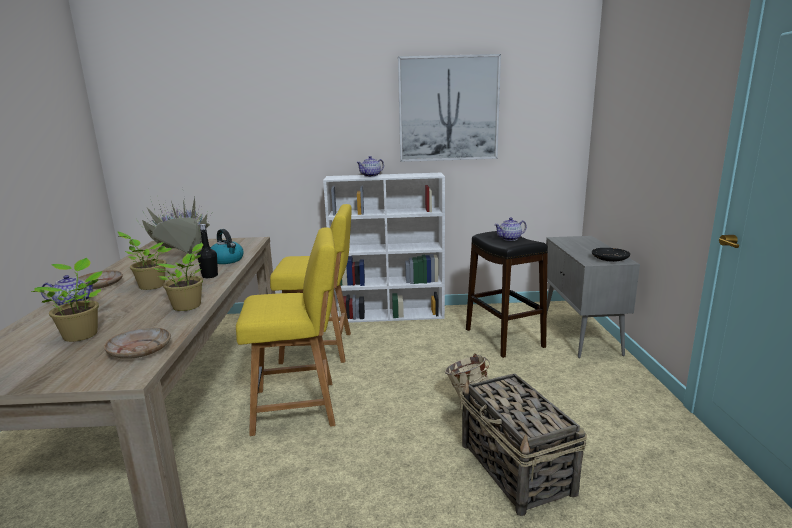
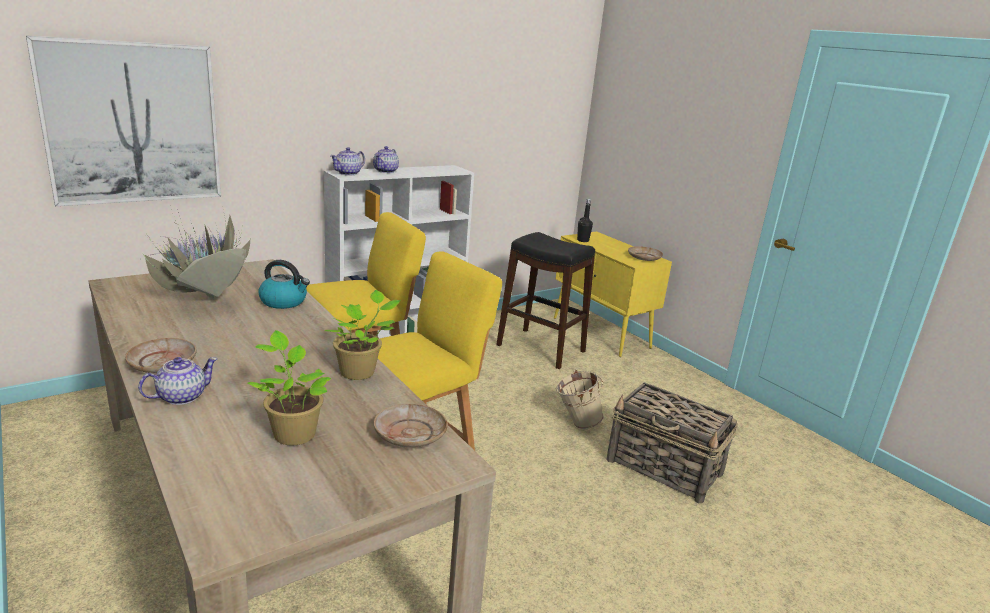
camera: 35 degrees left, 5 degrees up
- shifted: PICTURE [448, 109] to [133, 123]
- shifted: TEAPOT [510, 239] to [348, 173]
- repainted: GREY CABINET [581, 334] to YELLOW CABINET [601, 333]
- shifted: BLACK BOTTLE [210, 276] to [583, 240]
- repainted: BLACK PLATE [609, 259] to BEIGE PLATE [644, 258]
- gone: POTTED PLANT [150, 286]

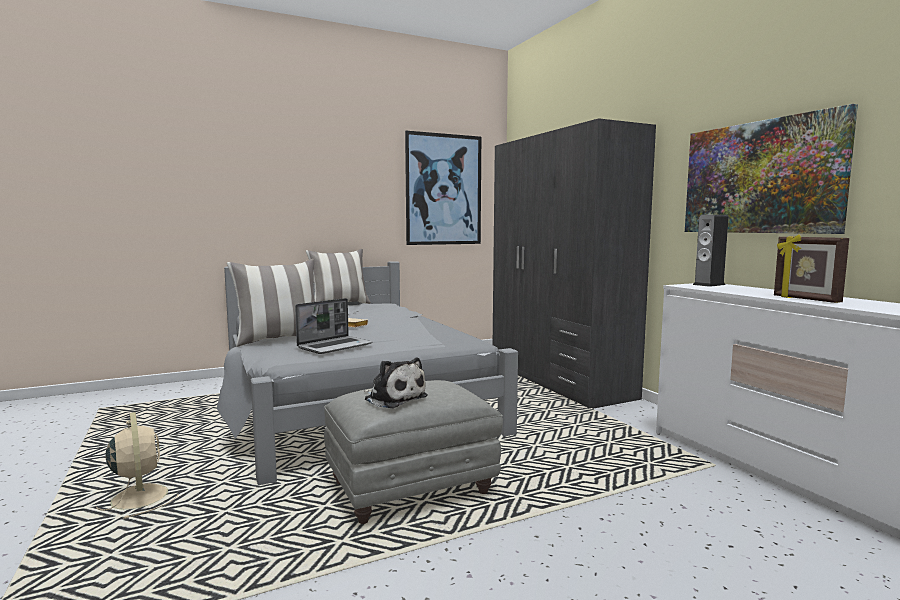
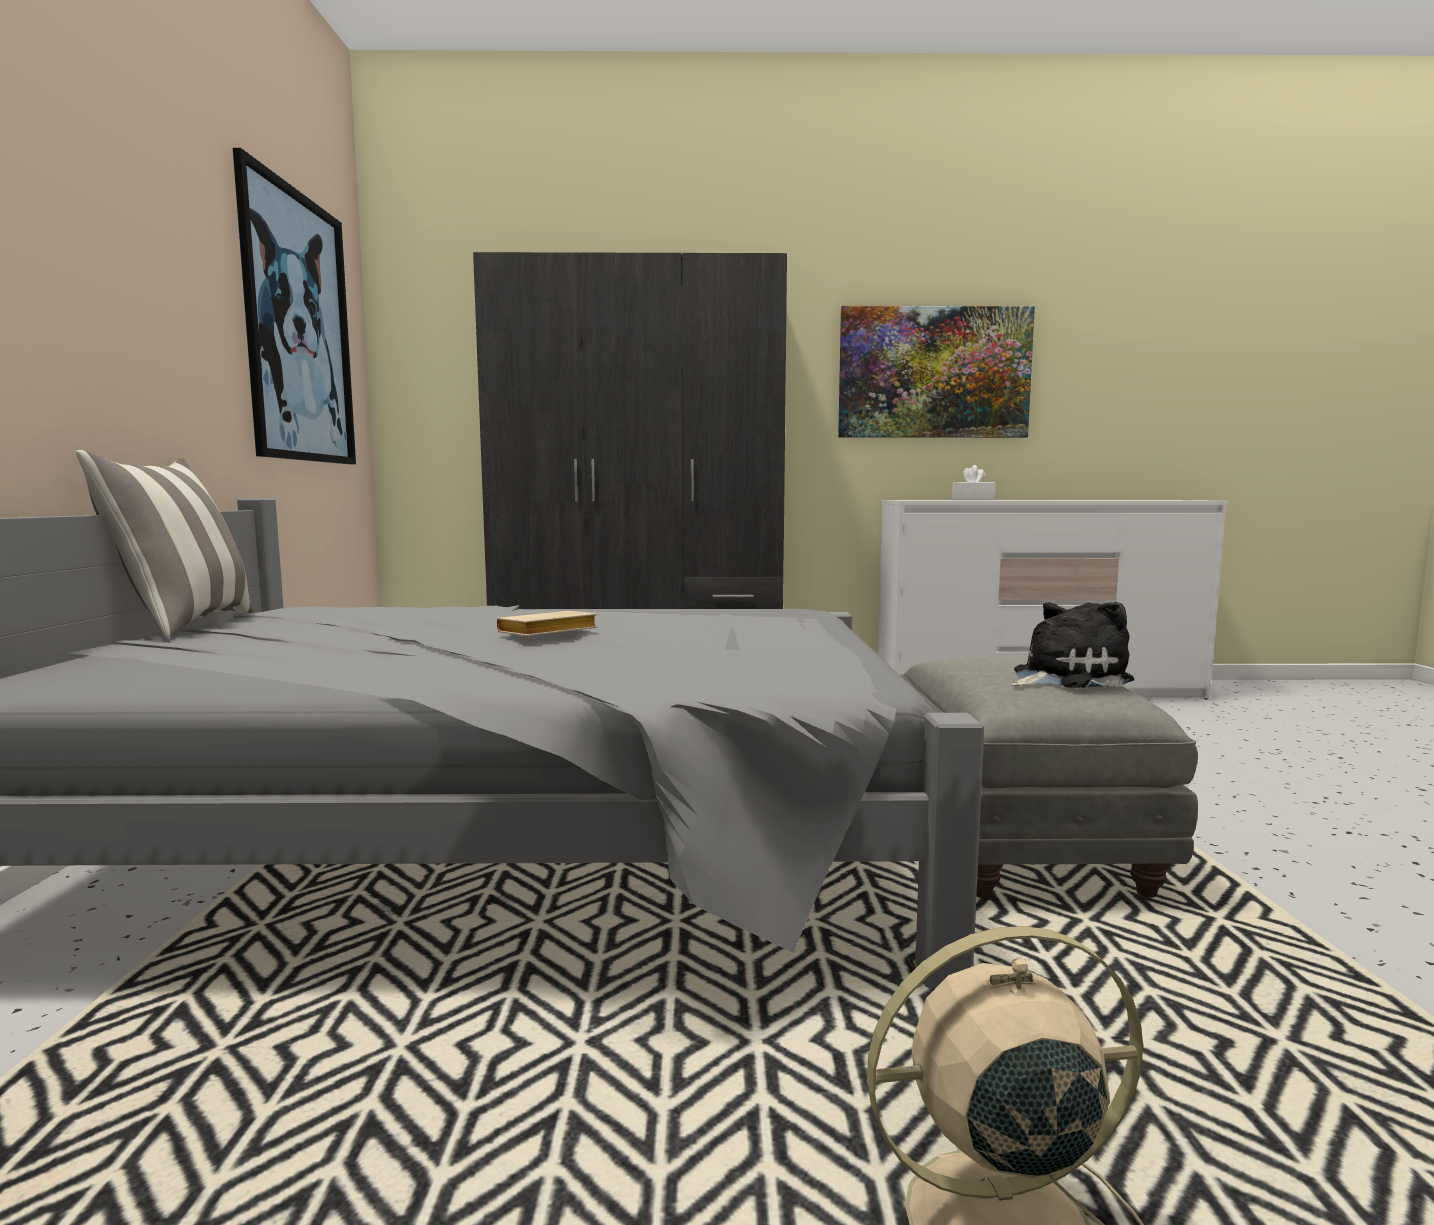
camera: 65 degrees left, 0 degrees up
- new: WHITE TISSUE BOX [972, 500]
- gone: PILLOW [279, 340]
- gone: LAPTOP [335, 346]
- gone: SPEAKER [709, 284]
- gone: PICTURE FRAME [805, 299]

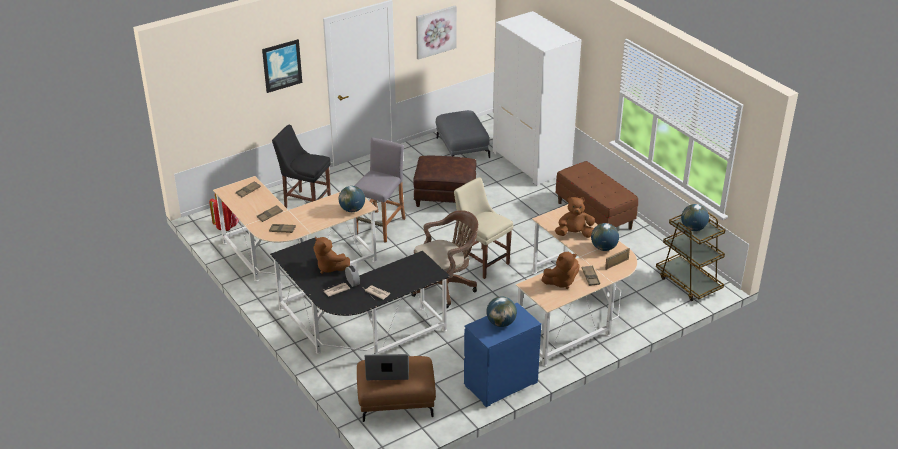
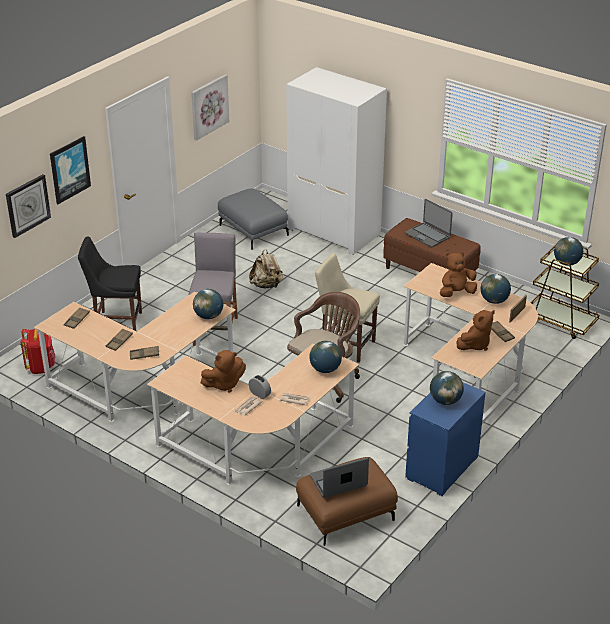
camera: 20 degrees left, 0 degrees up
- new: WALL CLOCK [27, 205]
- repainted: BLACK DESK [357, 332] to BEIGE DESK [258, 450]
- rotated: BROWN PLUSH TOY [329, 268] = [224, 384] 45 degrees counterclockwise
- swapped: BROWN OTTOMAN [445, 196] to BEIGE BACKPACK [266, 285]
- new: GLOBE [325, 369]
- new: LAPTOP [427, 235]

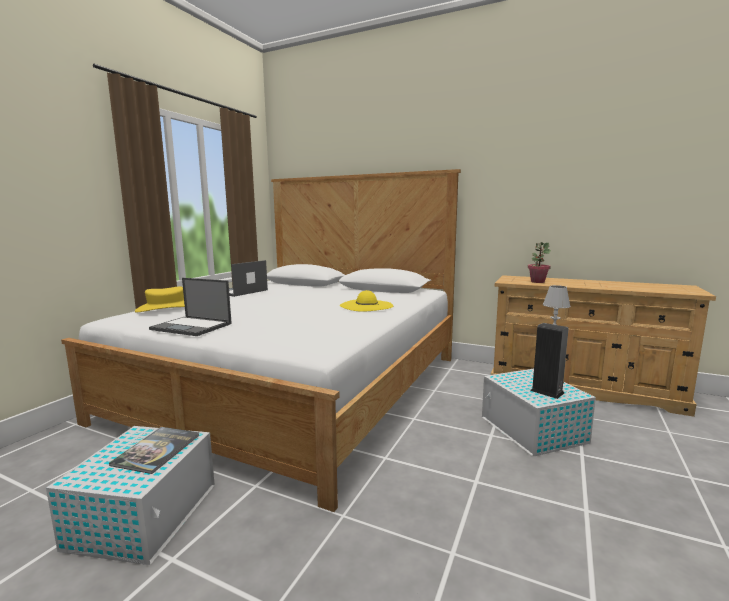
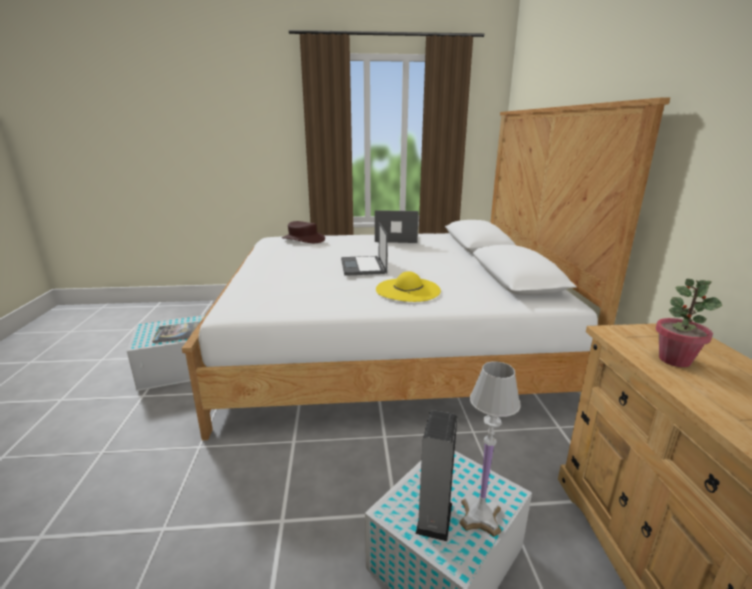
camera: 60 degrees right, 10 degrees up
- repainted: YELLOW HAT [166, 308] to BROWN HAT [303, 239]
- shifted: LAPTOP [192, 326] to [363, 266]

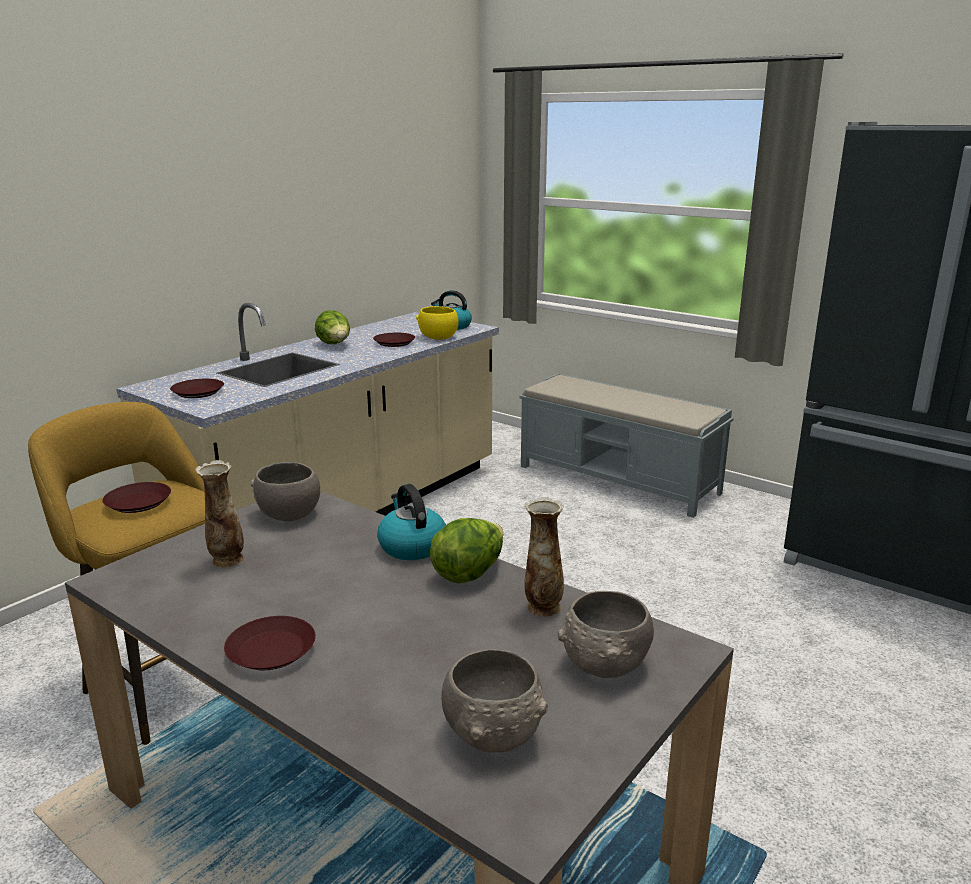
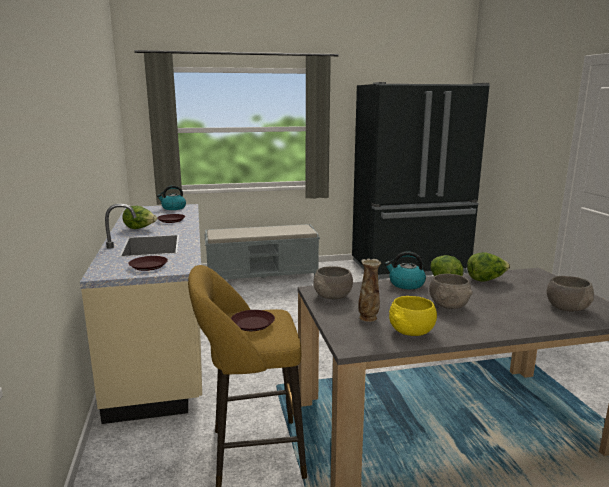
camera: 50 degrees left, 5 degrees down
- shifted: YELLOW BOWL [437, 337] to [411, 331]
- shifted: GREY BOWL [605, 663] to [449, 305]
- swapped: VASE [542, 607] to LETTUCE [486, 280]
- gone: BROWN PLATE [270, 651]

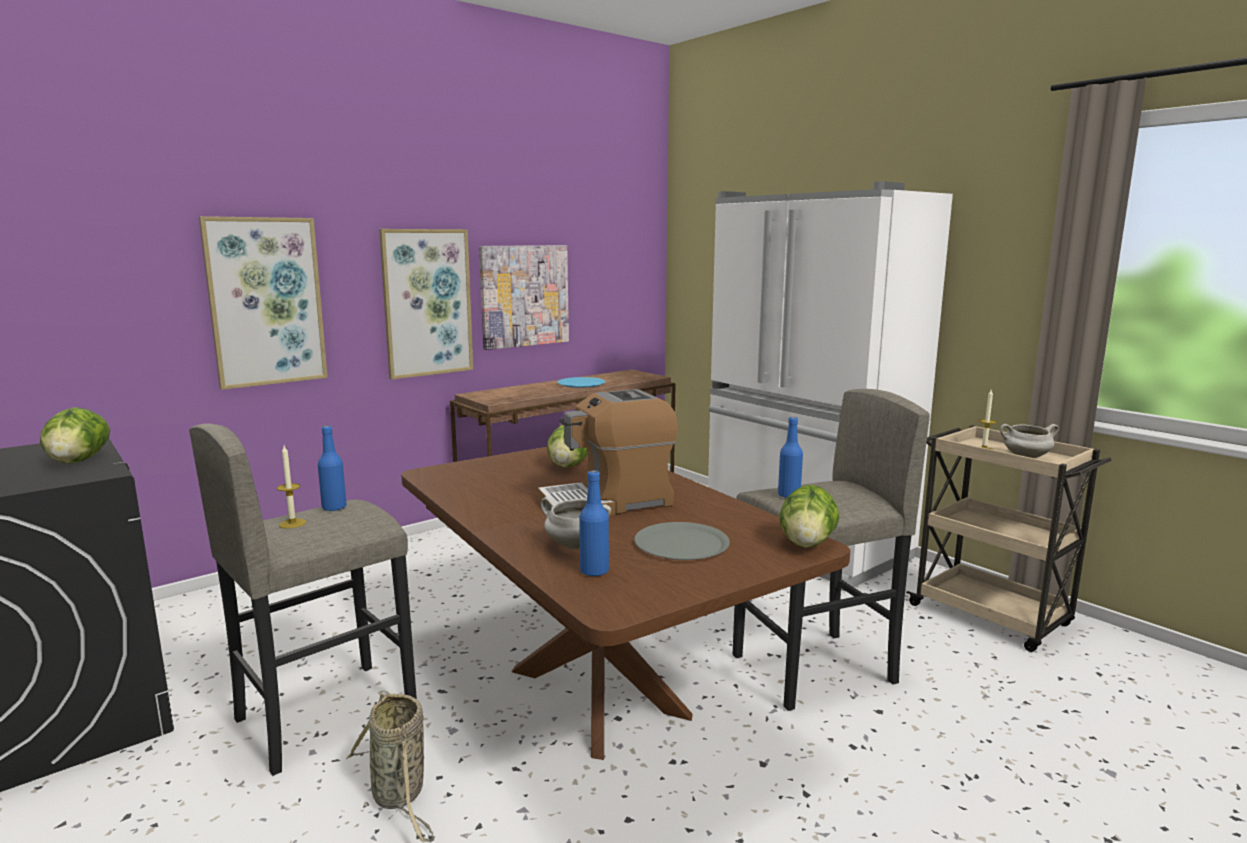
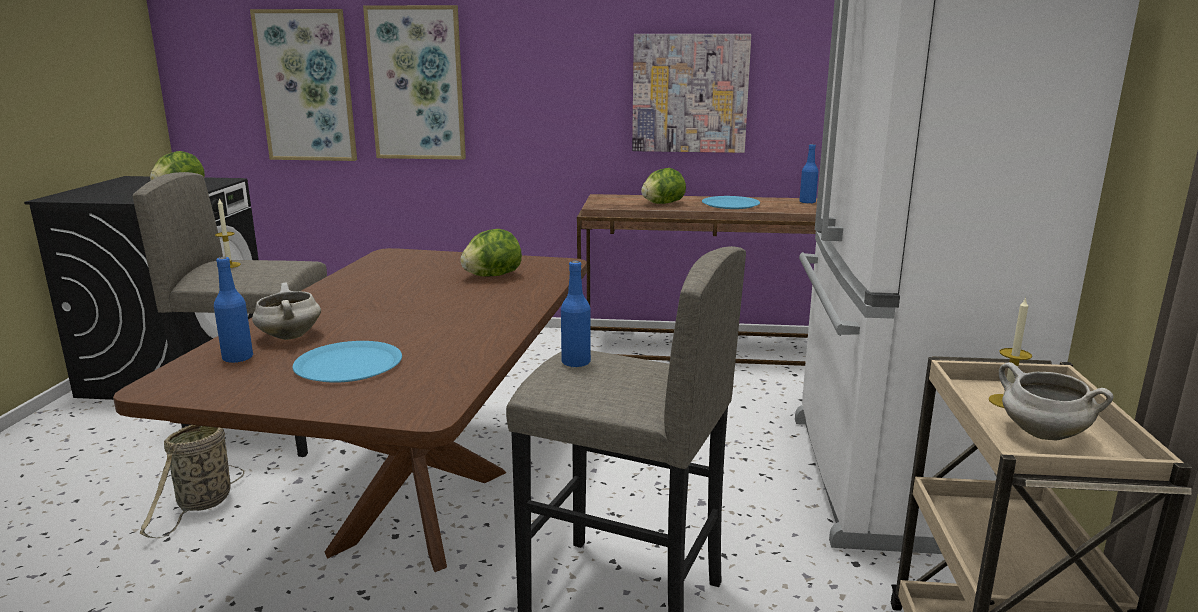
camera: 45 degrees right, 5 degrees up
- shifted: PICTURE [427, 303] to [306, 86]
- repainted: GREY PLATE [682, 543] to BLUE PLATE [348, 364]
- shifted: LETTUCE [807, 544] to [662, 203]
- shifted: BLUE BOTTLE [334, 508] to [807, 202]
- gone: COFFEE MACHINE [608, 502]

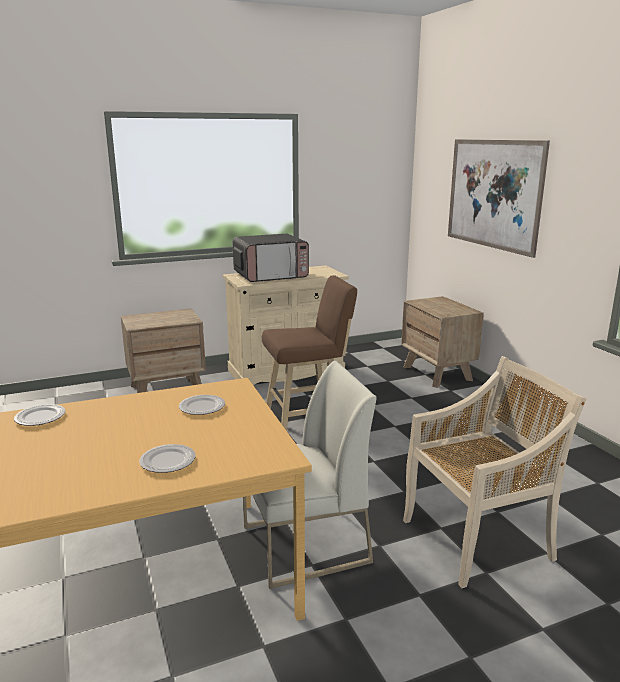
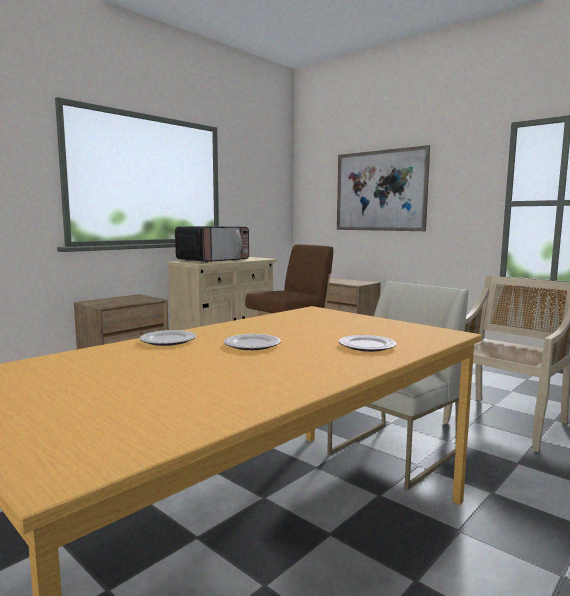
camera: 25 degrees left, 10 degrees down
- shifted: PLATE [202, 407] to [252, 345]

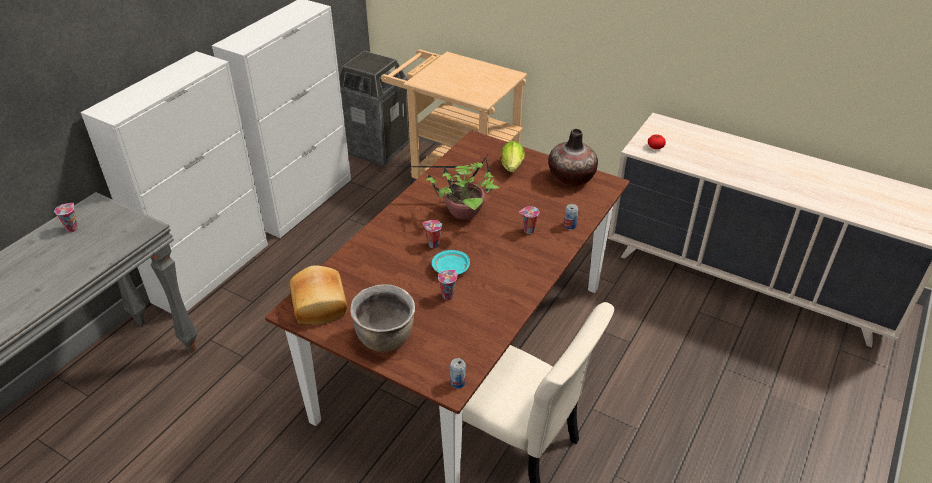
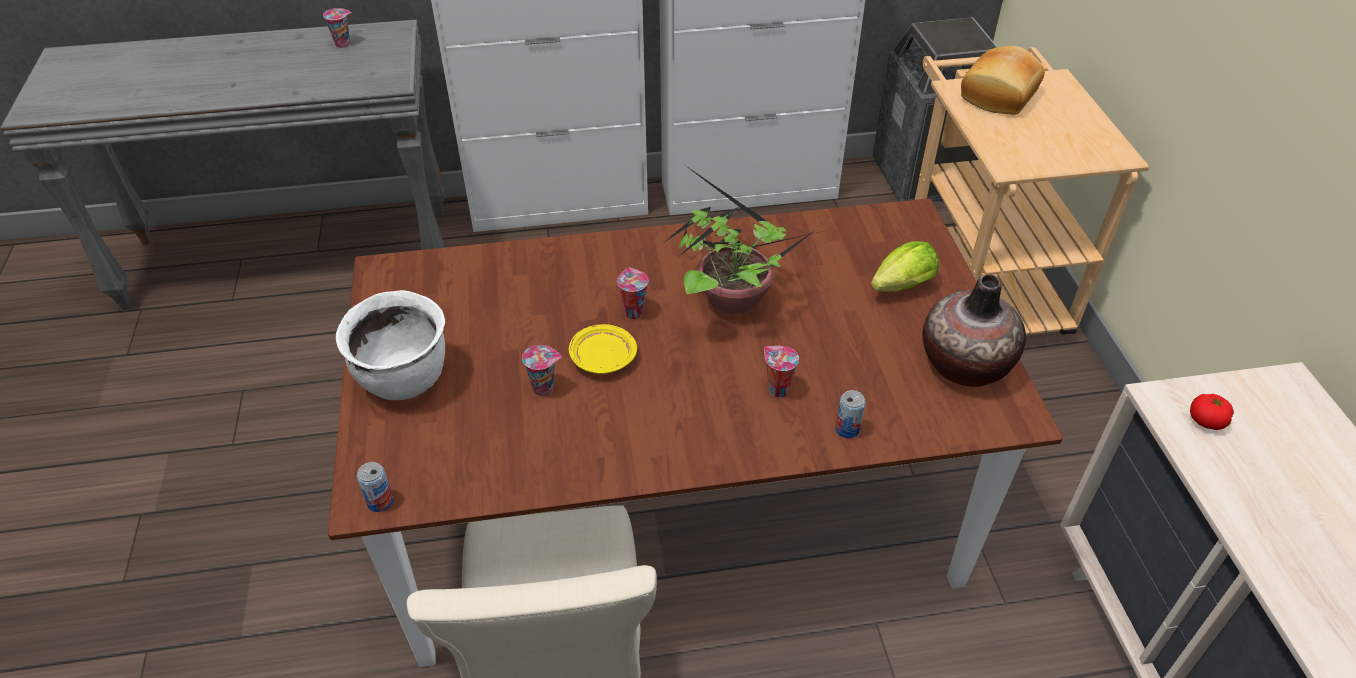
camera: 50 degrees right, 5 degrees up
- repainted: BROWN COOKING POT [386, 338] to WHITE COOKING POT [405, 380]
- repainted: TURQUOISE PLATE [450, 268] to YELLOW PLATE [602, 358]
- shifted: BREAD [321, 304] to [1000, 95]

